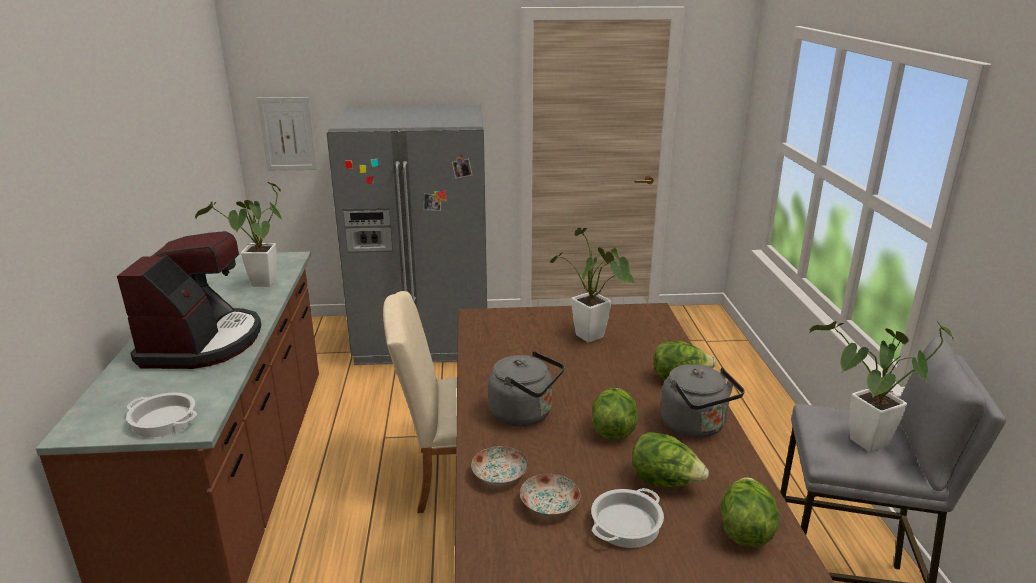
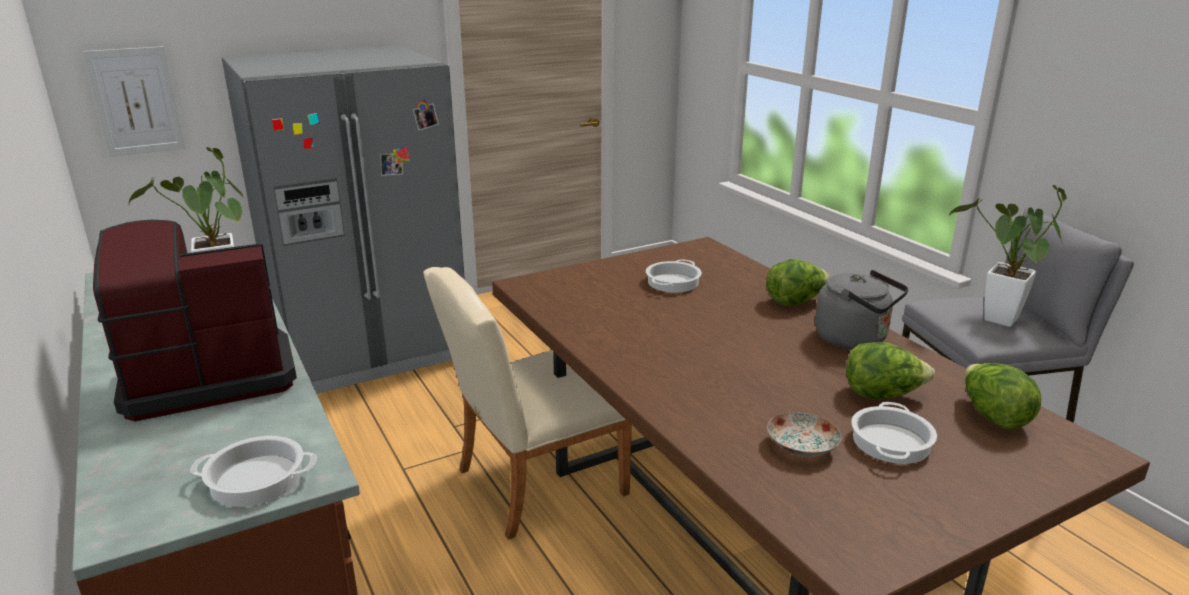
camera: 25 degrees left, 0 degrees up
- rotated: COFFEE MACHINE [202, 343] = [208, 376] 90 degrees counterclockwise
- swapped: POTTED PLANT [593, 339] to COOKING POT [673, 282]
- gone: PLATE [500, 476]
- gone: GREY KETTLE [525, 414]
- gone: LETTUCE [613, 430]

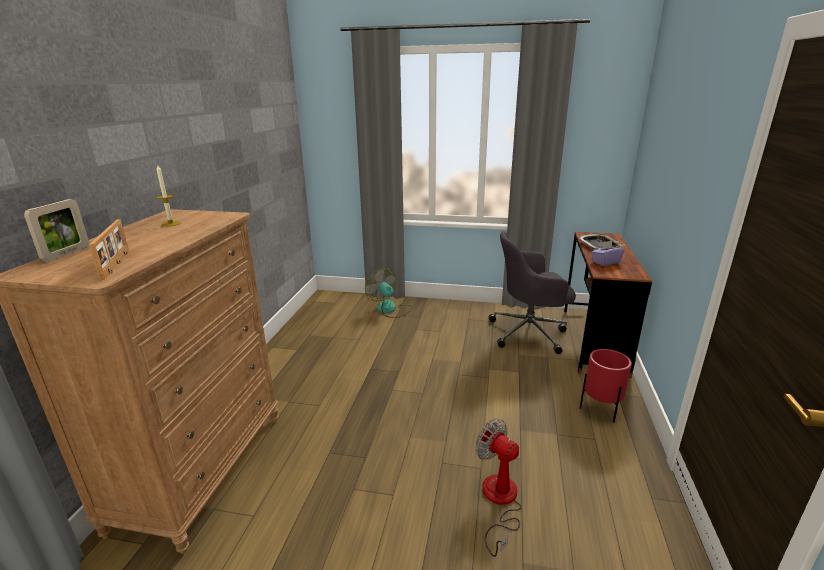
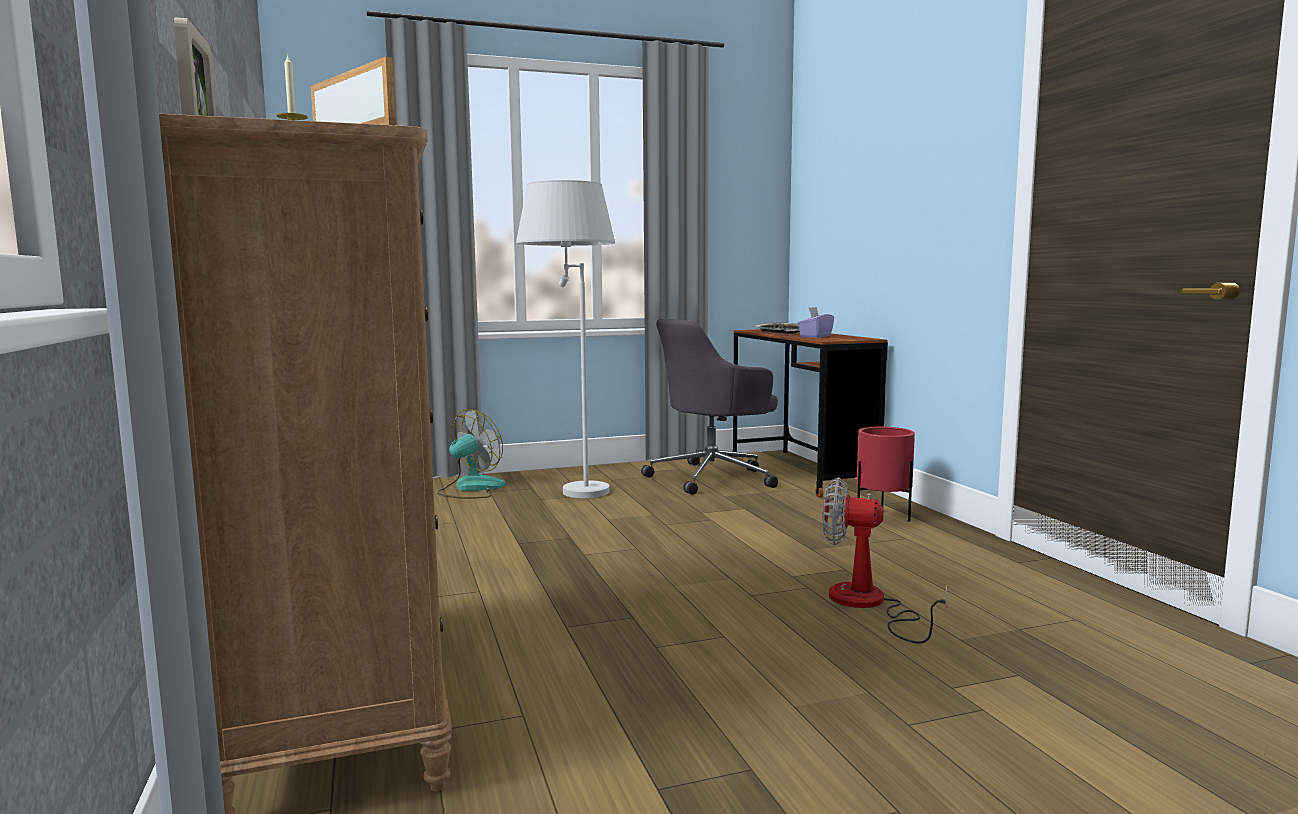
camera: 30 degrees left, 15 degrees down
- rotated: FAN [390, 309] = [470, 489] 105 degrees clockwise
- new: WHITE FLOOR LAMP [571, 487]

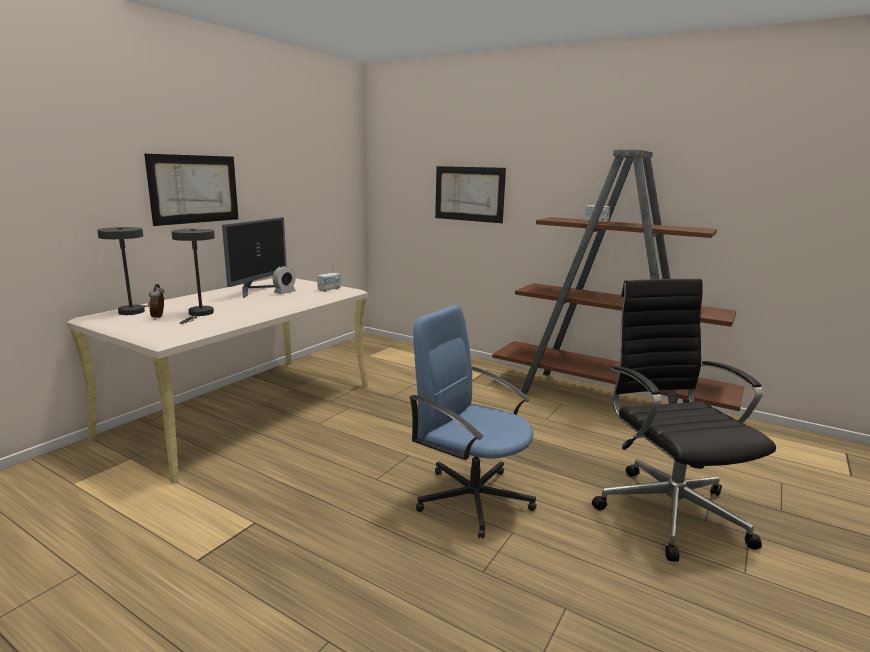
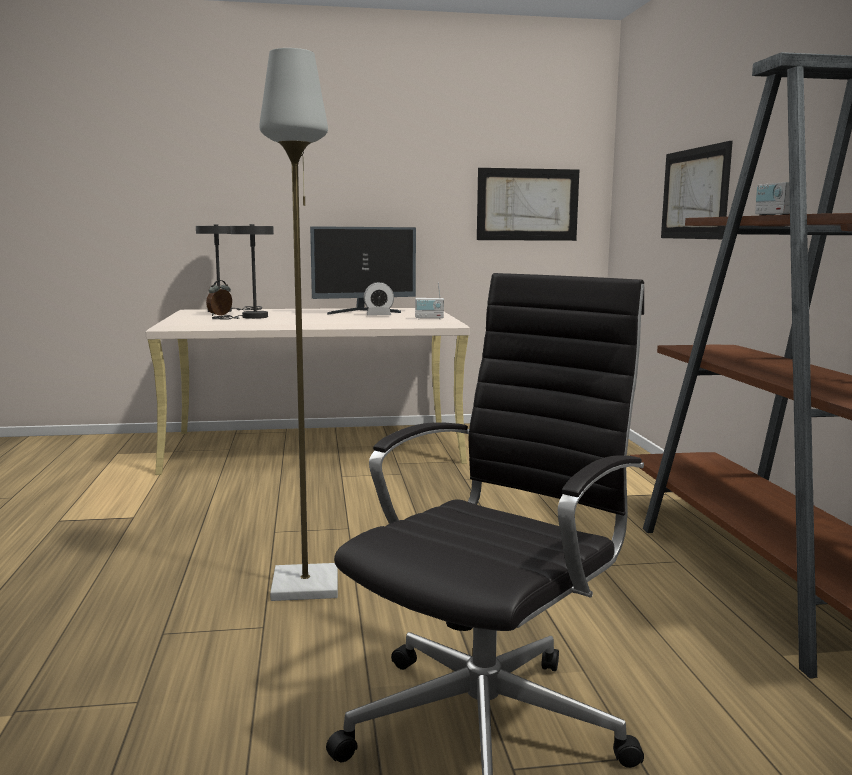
camera: 50 degrees right, 5 degrees down
- swapped: BLUE OFFICE CHAIR [472, 498] to GREY FLOOR LAMP [306, 584]
- shifted: PICTURE [195, 189] to [527, 204]

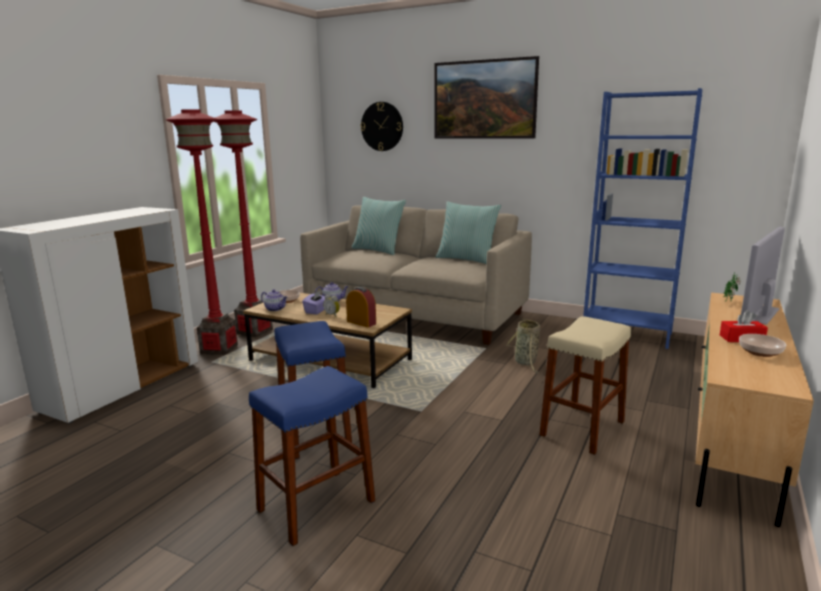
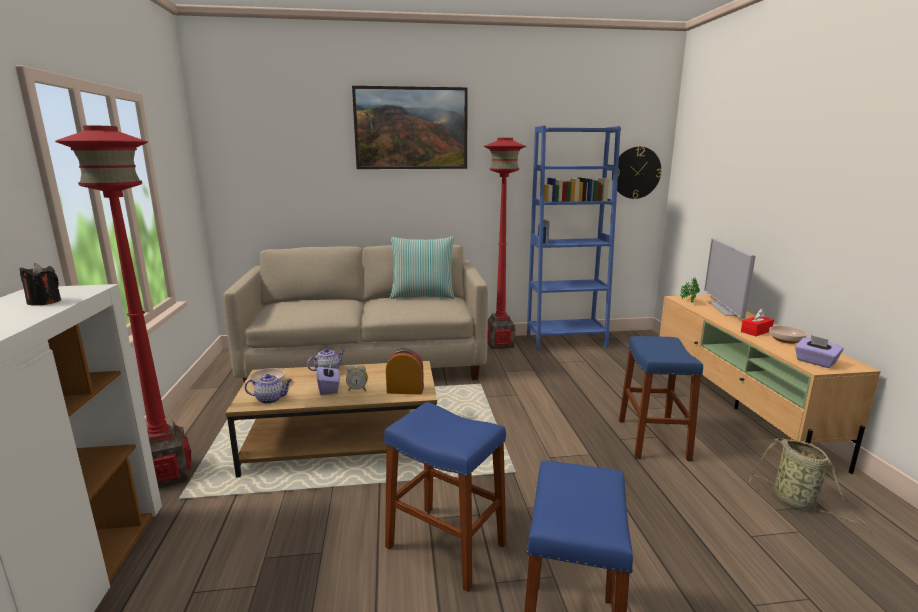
camera: 35 degrees left, 0 degrees up
- new: BLACK CANDLE [44, 302]
- shifted: RED FLOOR LAMP [255, 331] to [500, 344]
- shifted: WALL CLOCK [382, 126] to [636, 172]
- repainted: BEIGE STOOL [582, 428] to BLUE STOOL [653, 439]
- shifted: BASKET [526, 362] to [797, 502]
- new: PURPLE TISSUE BOX [815, 362]
- gone: PILLOW [378, 250]

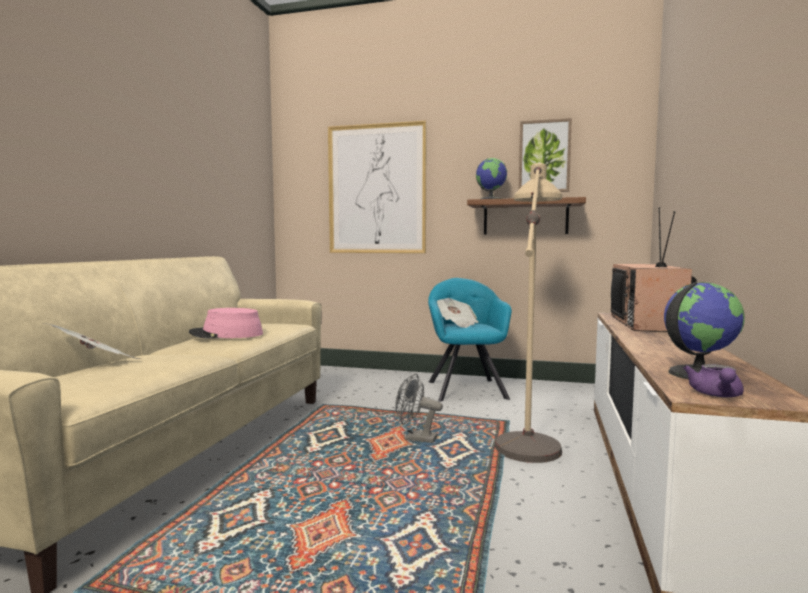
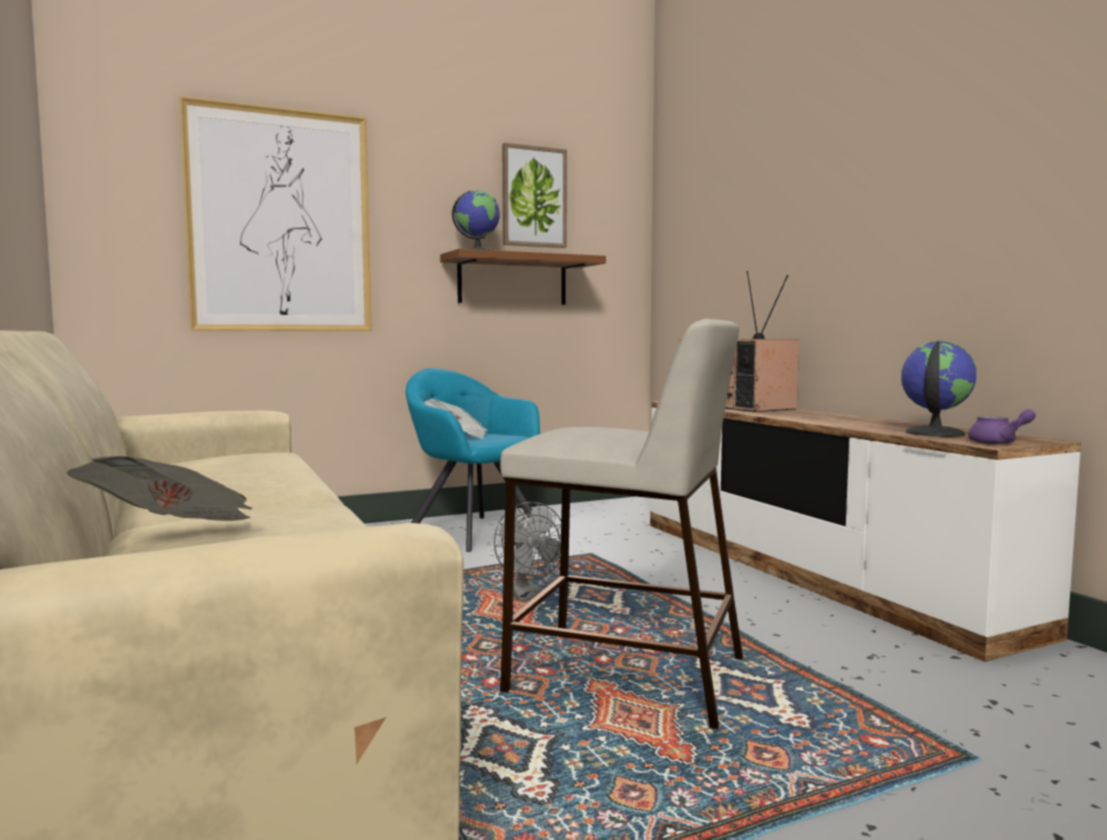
camera: 40 degrees left, 0 degrees up
- rotated: GREY FAN [415, 438] = [528, 597] 90 degrees counterclockwise
- new: BEIGE STOOL [623, 674]
- rotated: PURPLE TEAPOT [716, 395] = [999, 442] 75 degrees counterclockwise
- gone: PINK HAT [226, 334]
- gone: BEIGE FLOOR LAMP [529, 431]

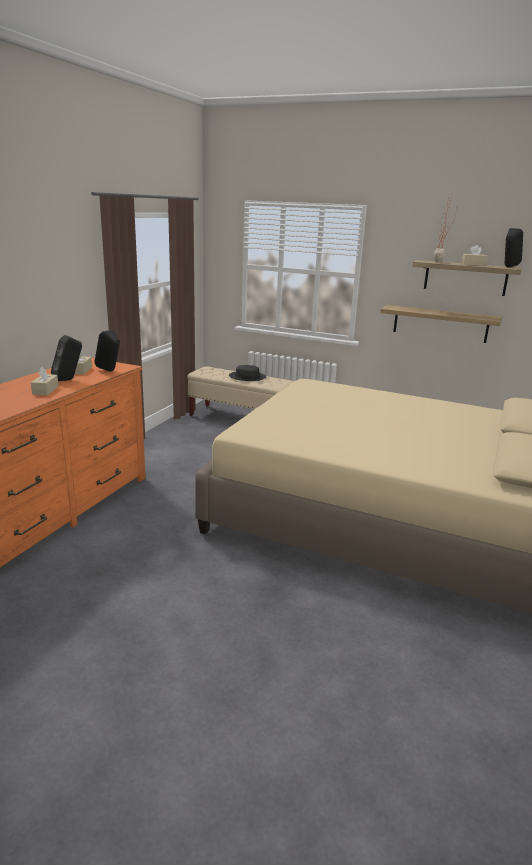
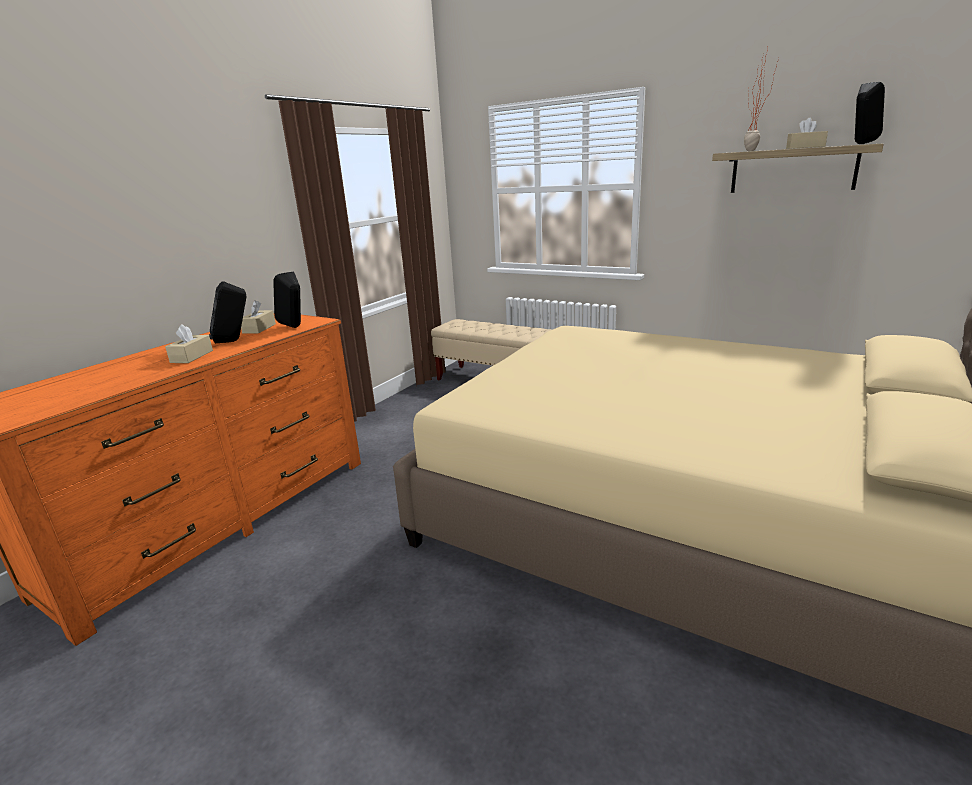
camera: 10 degrees right, 0 degrees up
- gone: BLACK HAT [247, 377]
- gone: SHELF [440, 323]

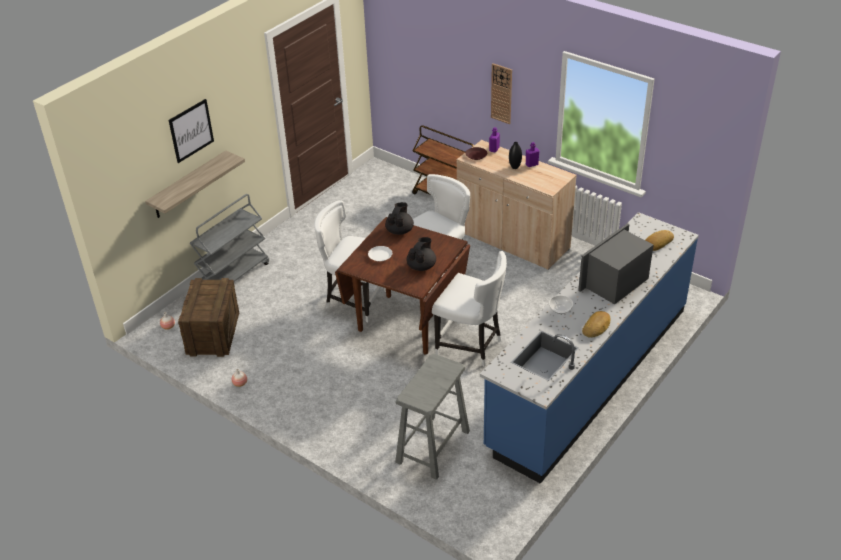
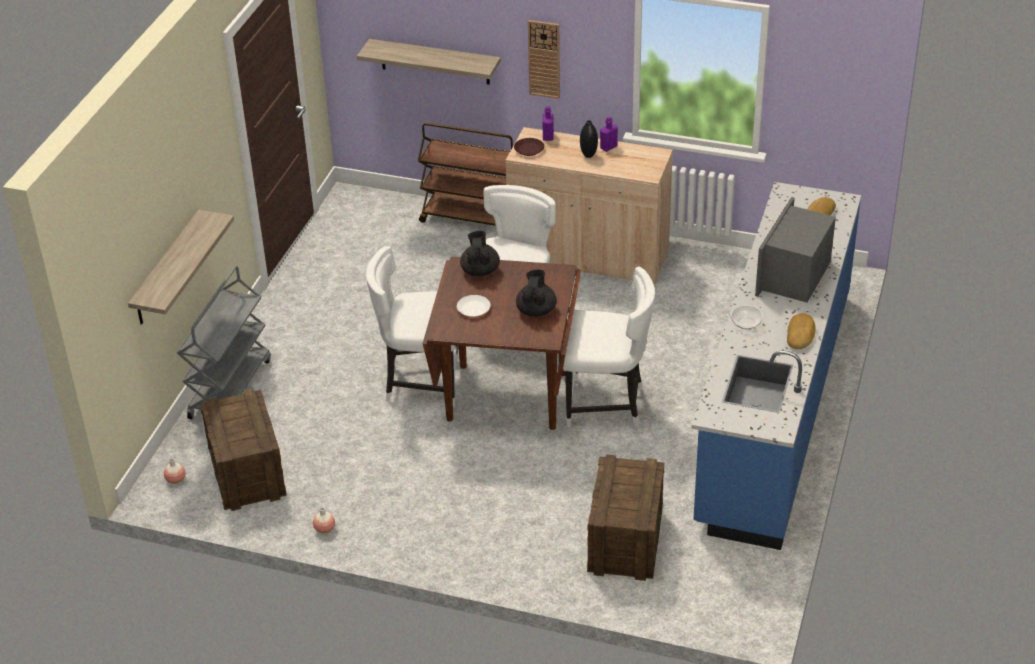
camera: 20 degrees left, 0 degrees up
- new: SHELF [435, 62]
- swapped: GREY STOOL [432, 447] to CRATE [625, 542]
- gone: PICTURE [191, 130]

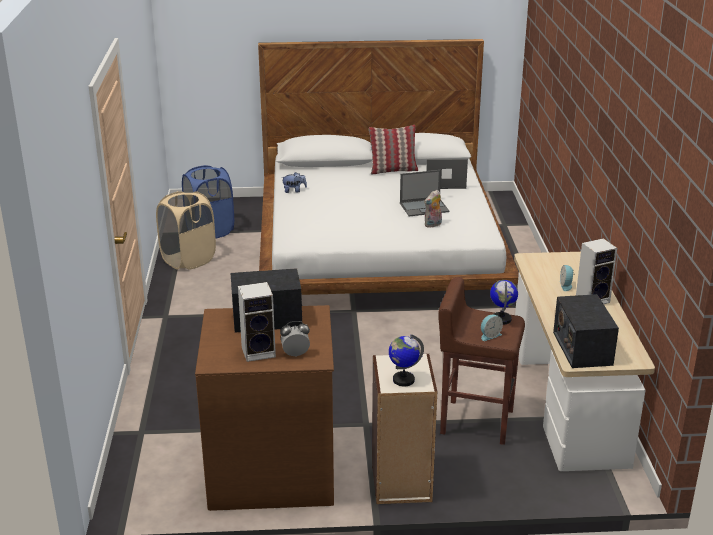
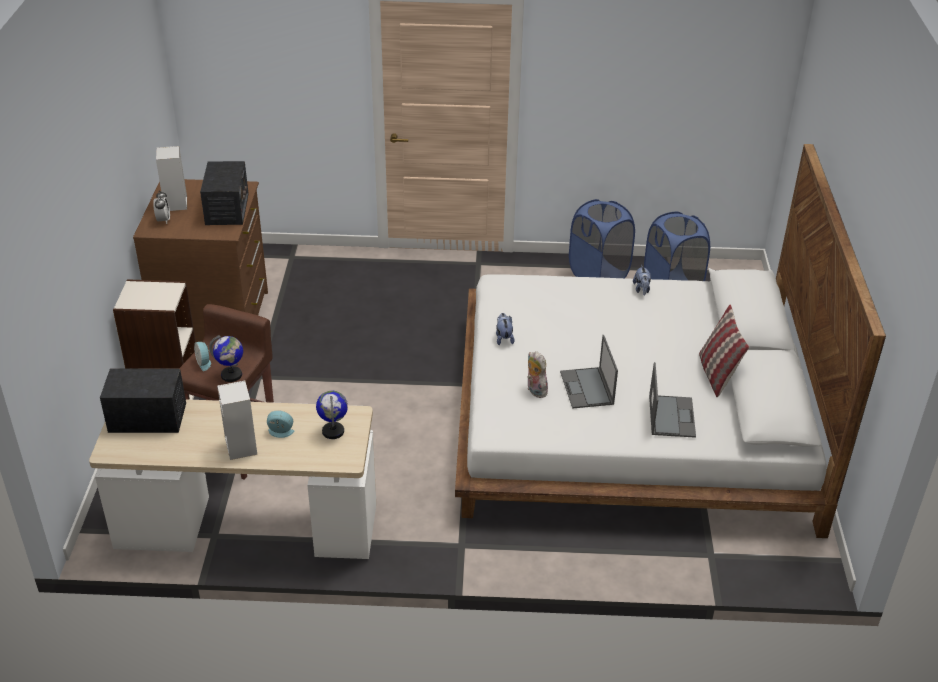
camera: 95 degrees right, 10 degrees up
- shifted: GLOBE [403, 380] to [333, 431]
- new: PLUSH TOY [503, 338]
- repainted: BEIGE LAUNDRY BASKET [188, 260] to BLUE LAUNDRY BASKET [598, 274]

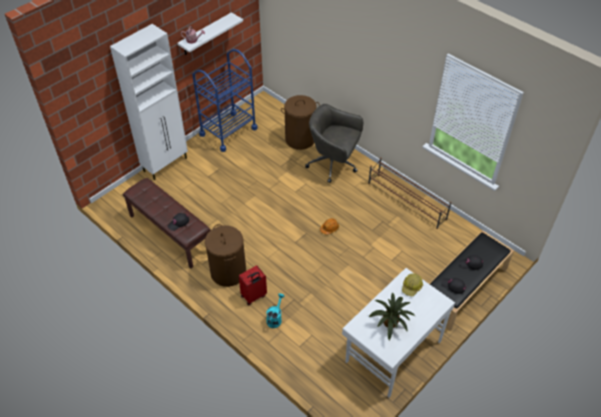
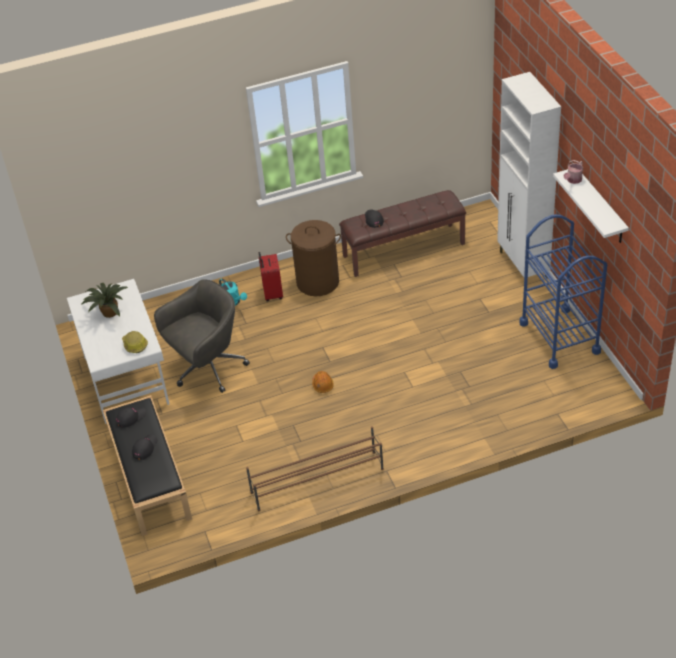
camera: 120 degrees right, 5 degrees down
- shifted: GREY OFFICE CHAIR [333, 164] to [208, 368]
- gone: BROWN LAUNDRY BASKET [300, 139]

